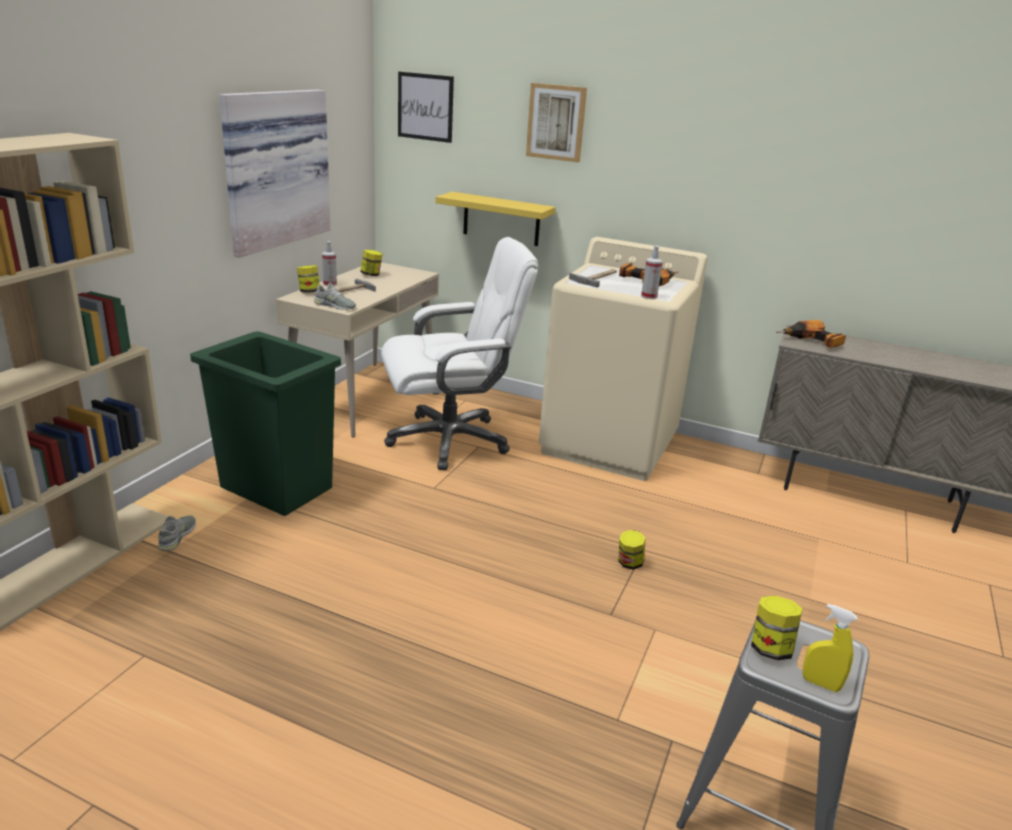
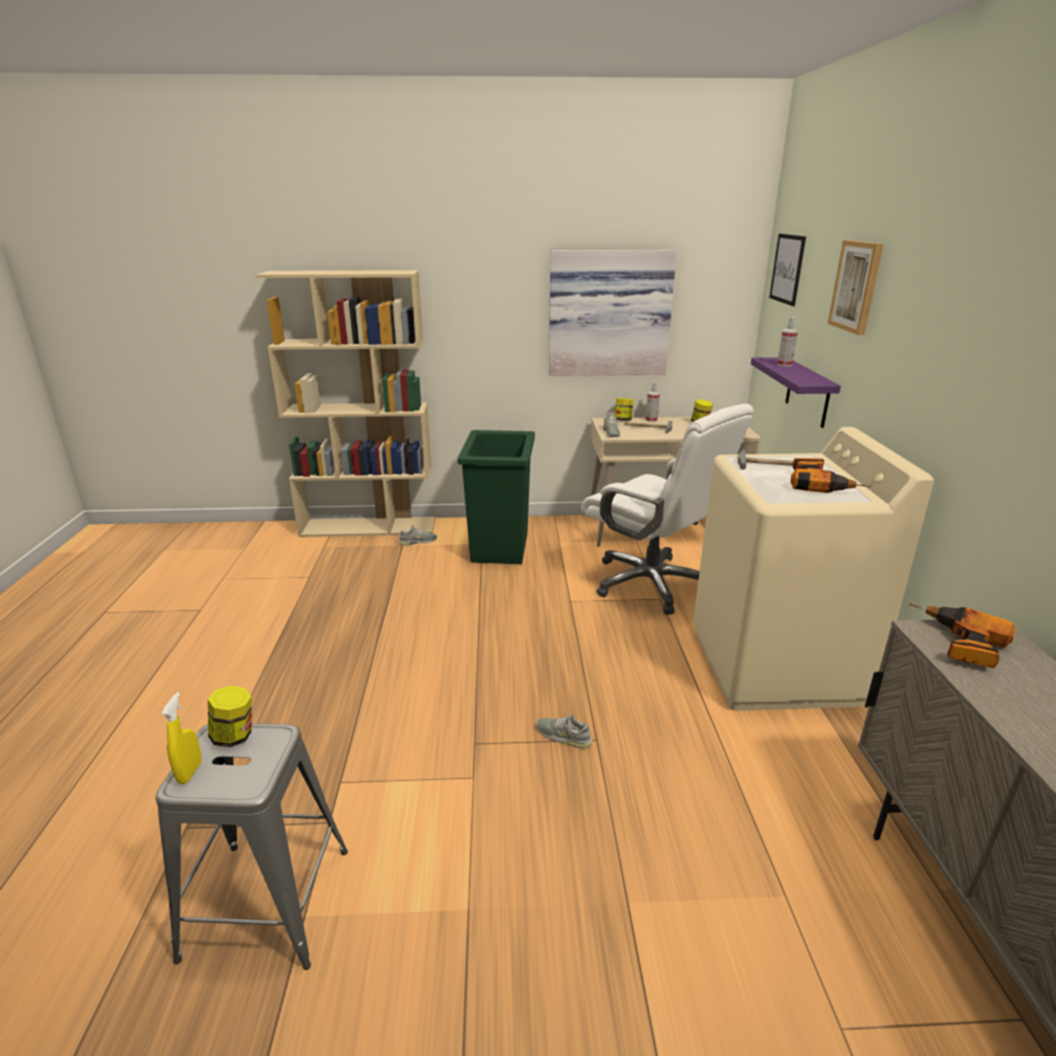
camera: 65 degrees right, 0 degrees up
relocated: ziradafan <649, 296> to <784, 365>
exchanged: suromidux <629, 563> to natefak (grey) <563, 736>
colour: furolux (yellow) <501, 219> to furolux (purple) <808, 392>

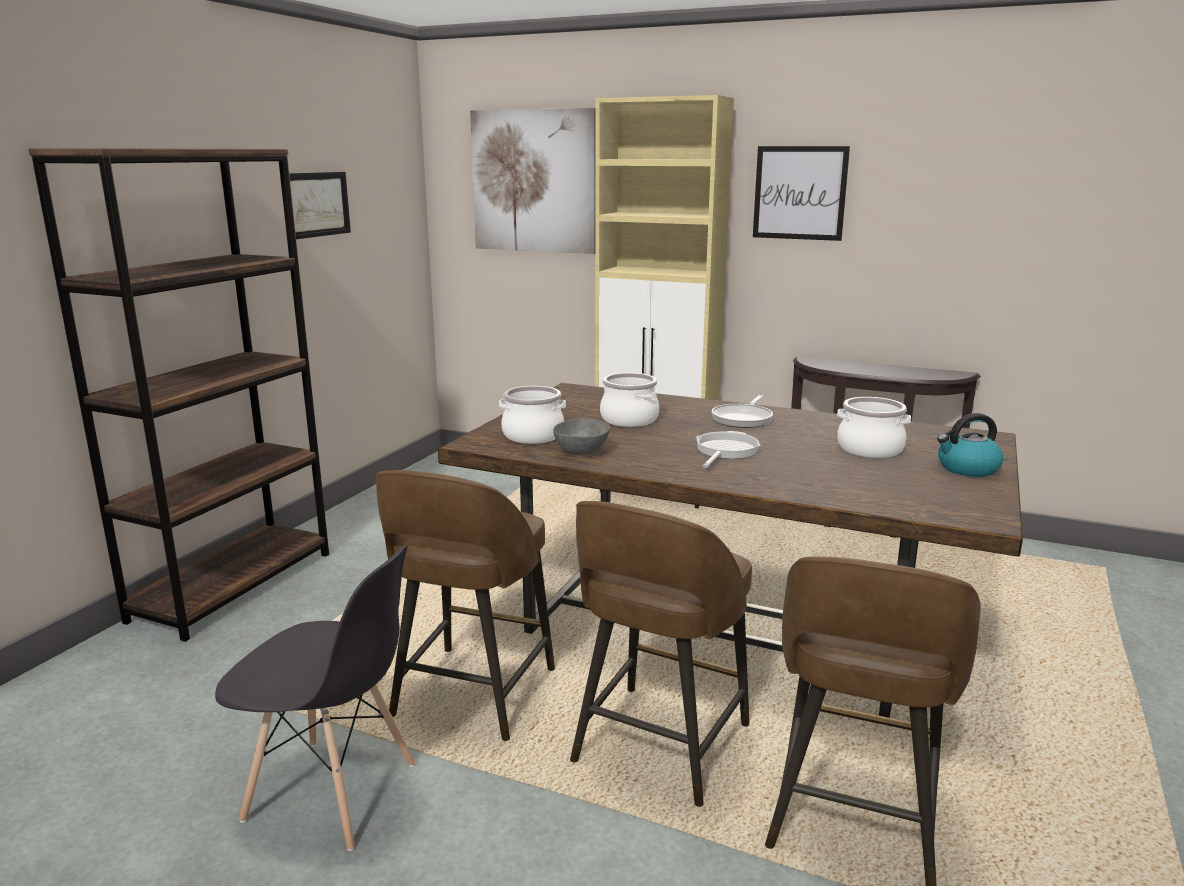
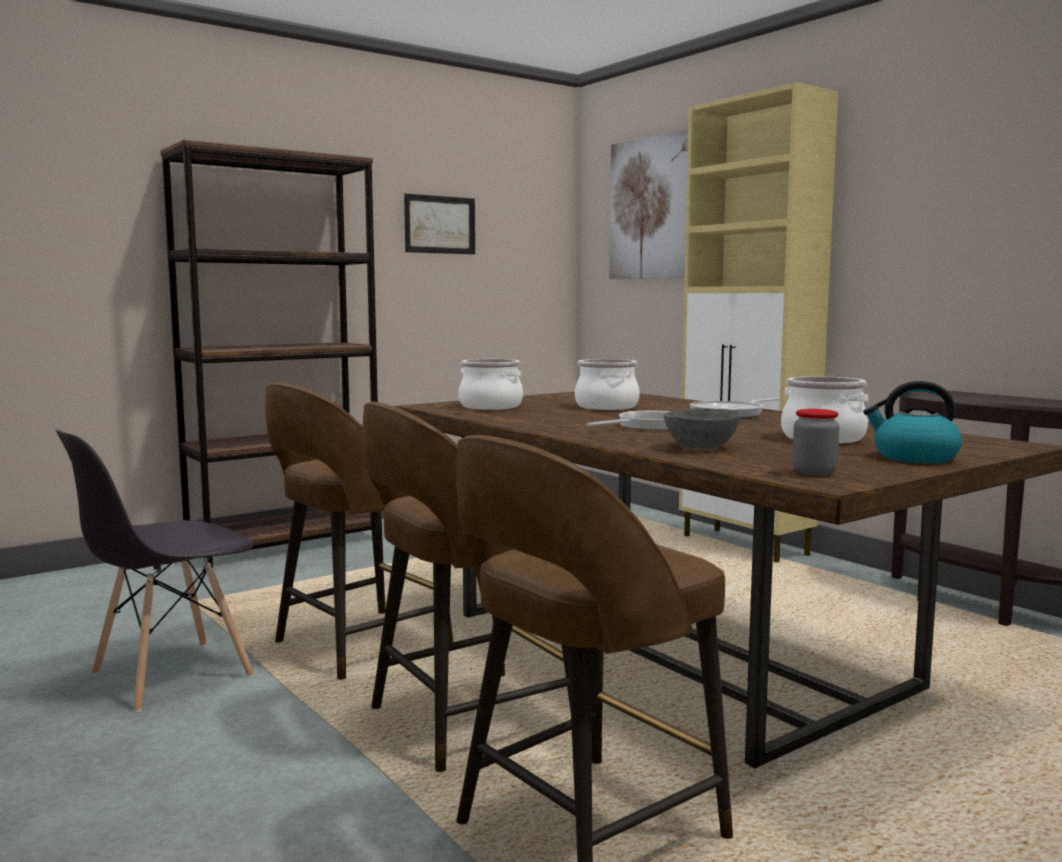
camera: 30 degrees right, 10 degrees down
missing: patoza <800, 193>
appeared: suromidux <814, 472>
relocated: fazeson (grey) <582, 452> to <703, 447>
spun: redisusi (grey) <333, 793> = <170, 676> 90 degrees clockwise

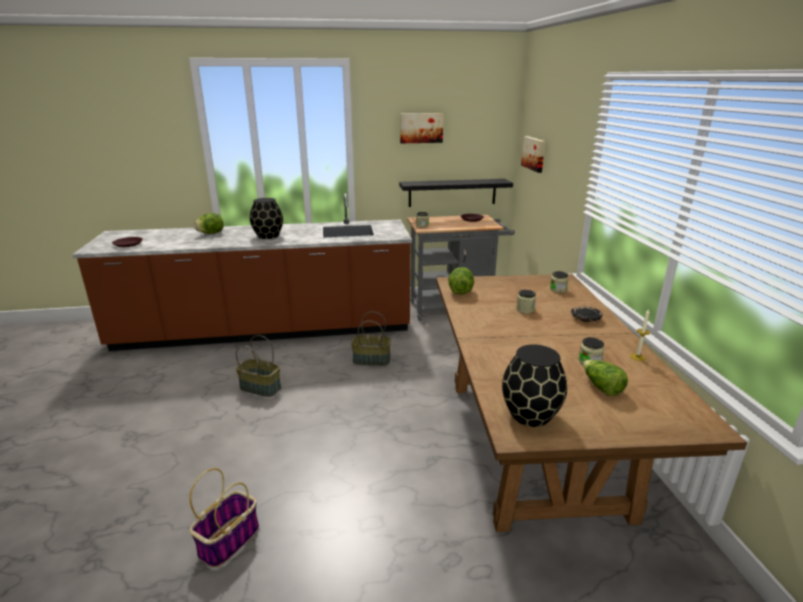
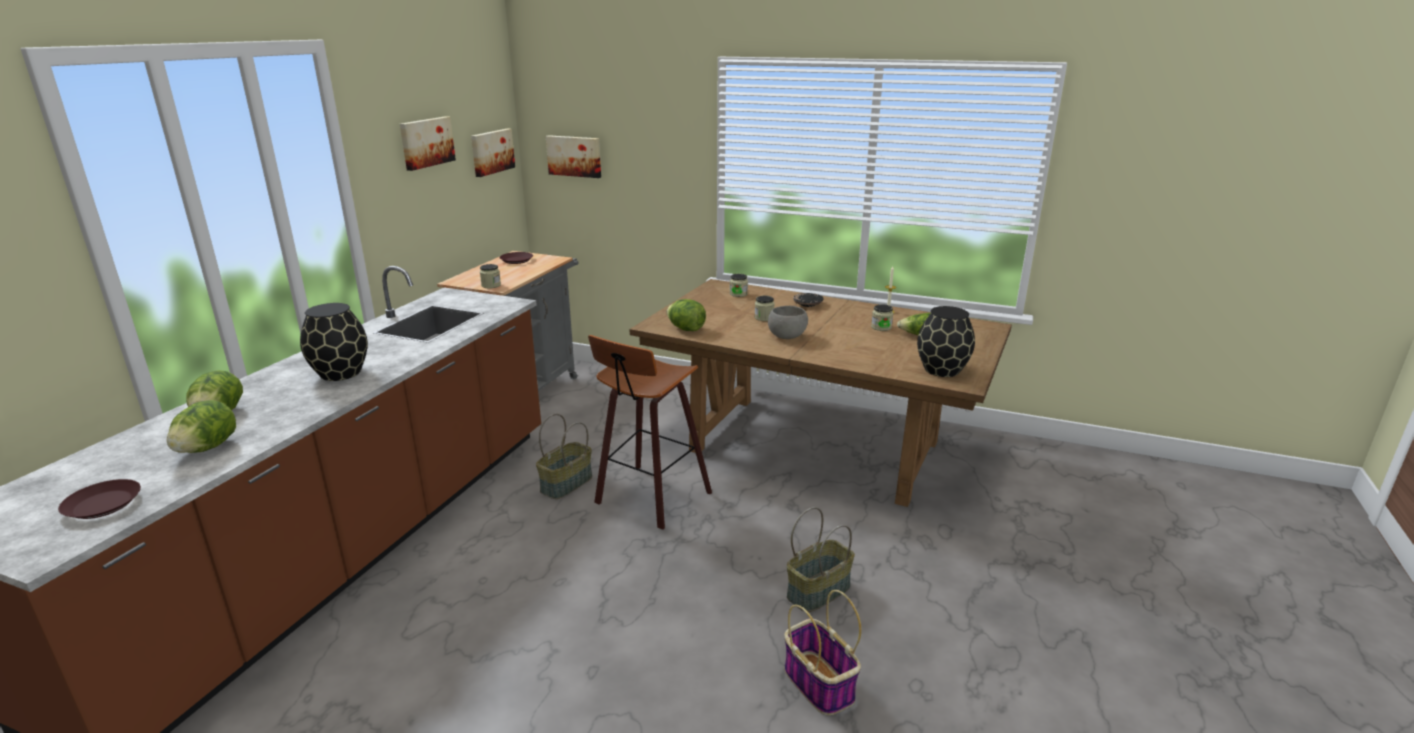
camera: 60 degrees left, 0 degrees up
missing: furolux (black) <452, 192>
appeared: patoza <491, 152>; fazeson (grey) <786, 336>; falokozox <649, 498>; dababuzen <207, 448>
relocated: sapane <261, 388> to <818, 590>

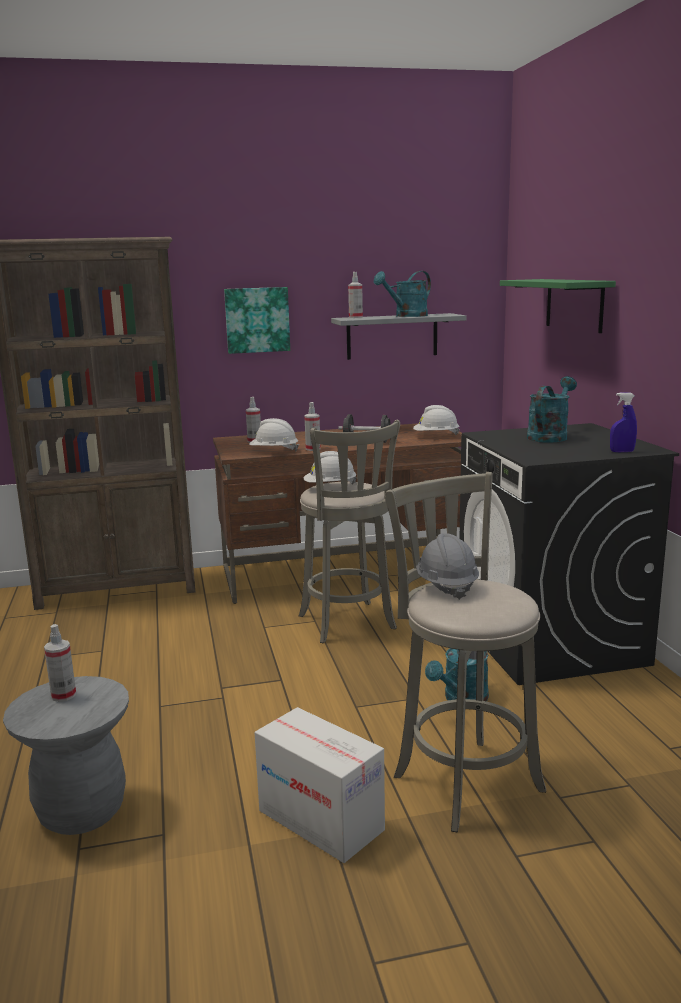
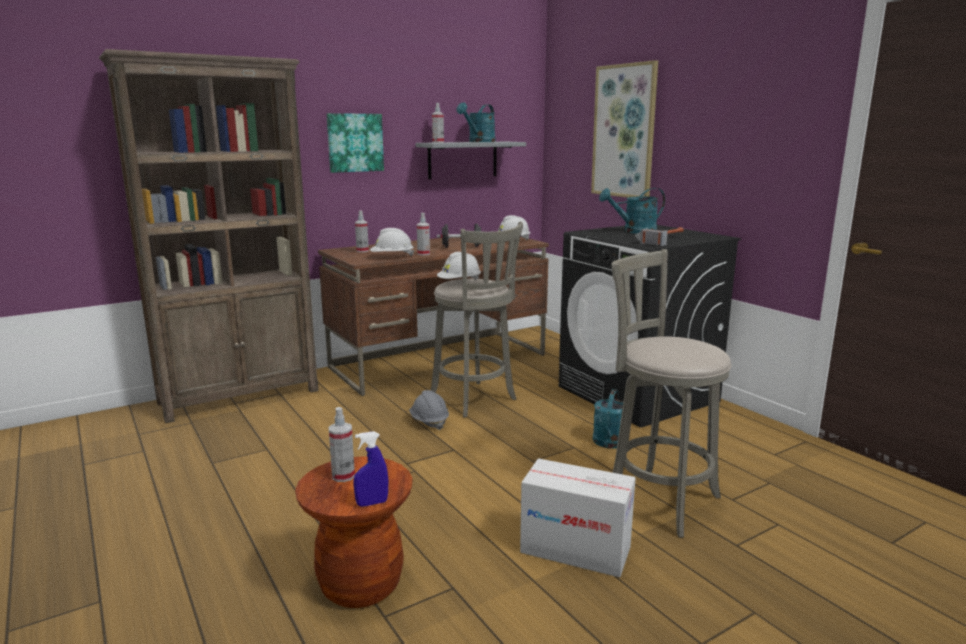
camera: 20 degrees left, 0 degrees up
appeared: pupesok <662, 240>
relocated: ziradafan (blue) <622, 451> to <372, 503>; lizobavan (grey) <446, 586> to <429, 422>
exchanged: furolux (green) <574, 304> to patoza <624, 131>
colour: falokozox (grey) <81, 811> to falokozox (brown) <361, 585>
spun: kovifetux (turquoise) <549, 436> = <634, 231> 120 degrees counterclockwise

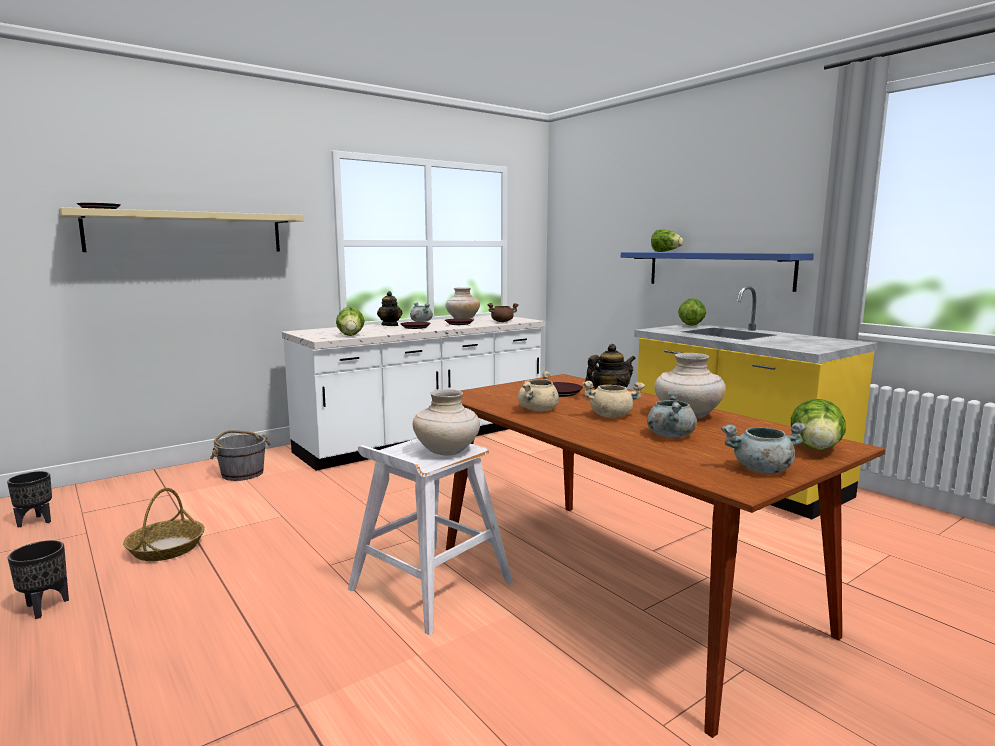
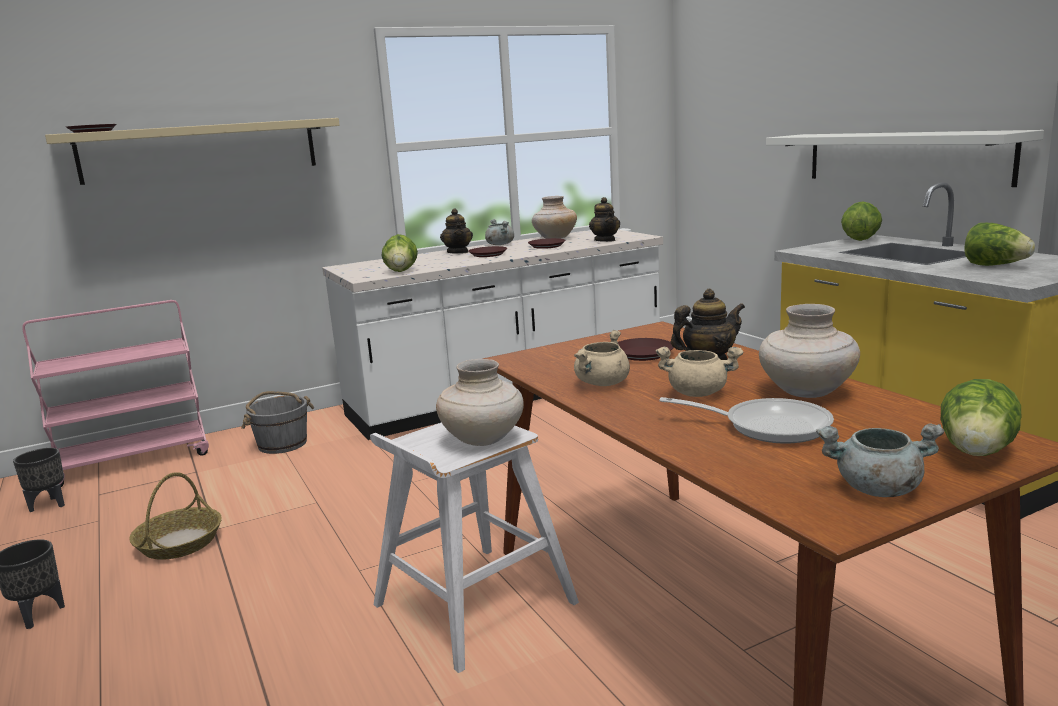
camera: 10 degrees right, 5 degrees up
appeared: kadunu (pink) <135, 460>
relocated: dababuzen <665, 252> to <995, 265>
exchanged: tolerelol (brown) <502, 321> to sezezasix <605, 240>; tolerelol (grey) <670, 435> to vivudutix <767, 426>
colour: furolux (blue) <717, 270> to furolux (white) <903, 157>

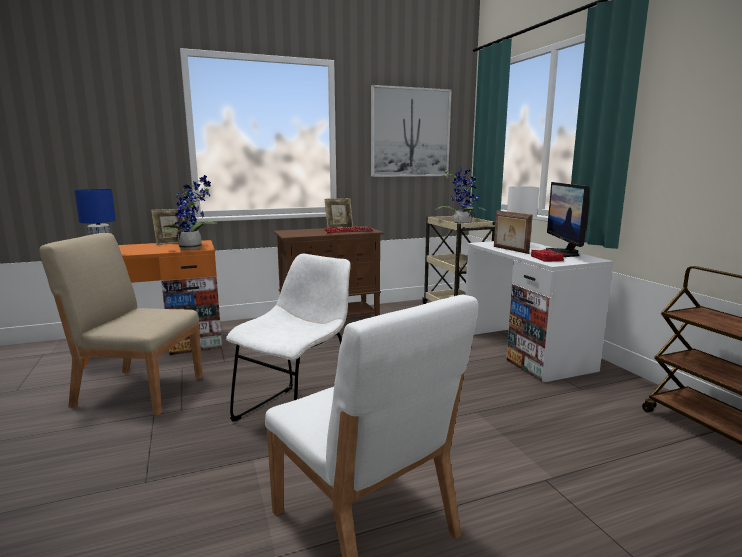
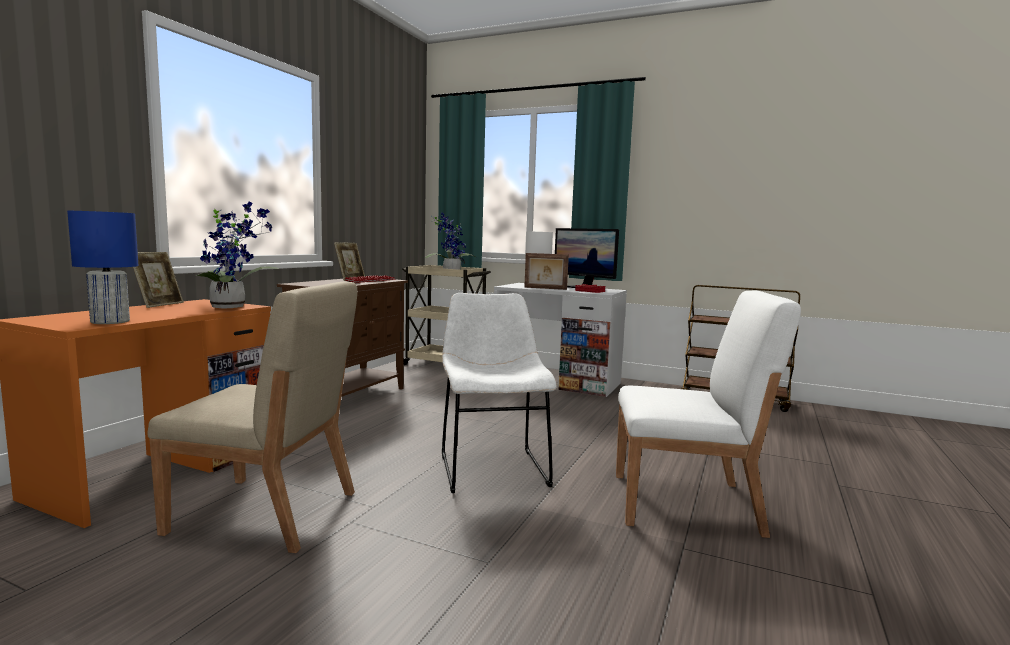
camera: 45 degrees left, 5 degrees down
missing: patoza <410, 133>
spun: redisusi (beige) <138, 390> = <266, 513> 135 degrees counterclockwise

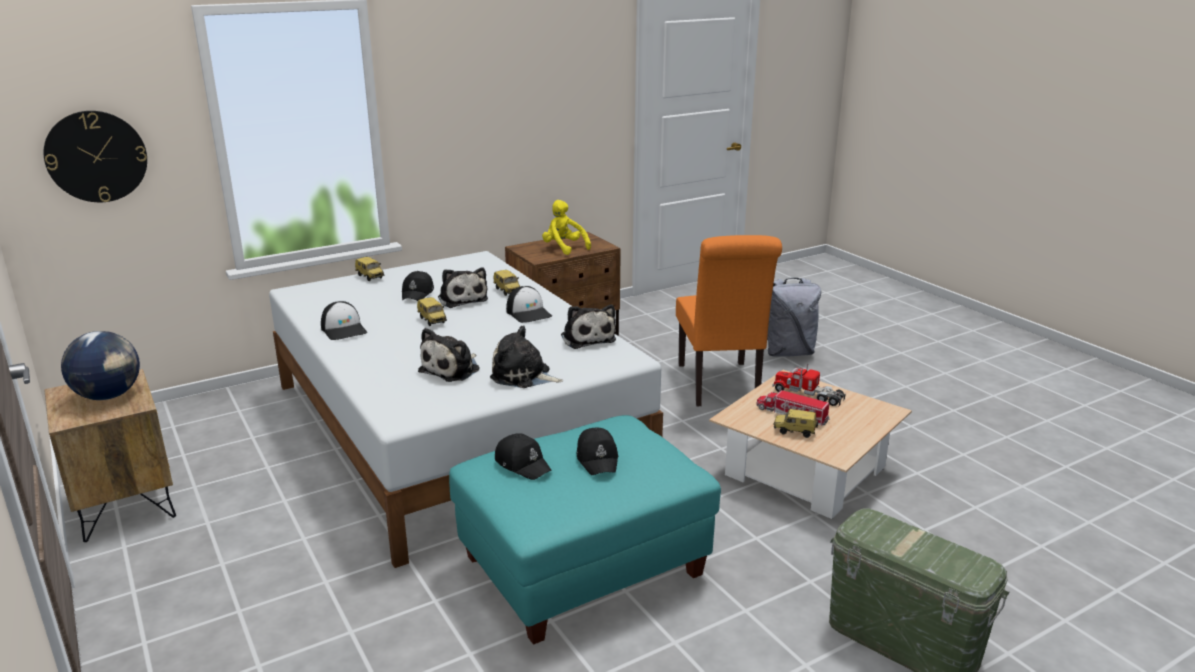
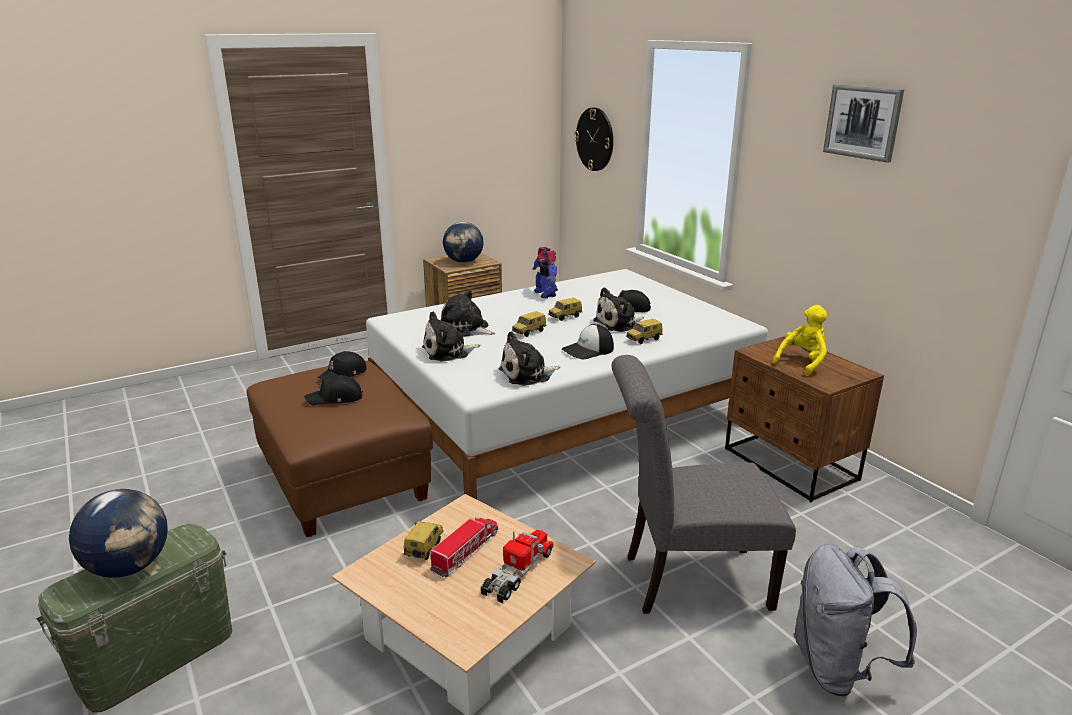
camera: 90 degrees right, 0 degrees up
appeared: patoza <863, 122>; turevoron <129, 567>
relocated: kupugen <371, 277> to <529, 332>
exchanged: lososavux <344, 329> to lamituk <545, 293>
colour: redisusi (orange) <720, 386> to redisusi (grey) <687, 581>; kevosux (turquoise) <583, 567> to kevosux (brown) <344, 480>
spun: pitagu <523, 376> = <448, 352> 135 degrees counterclockwise

